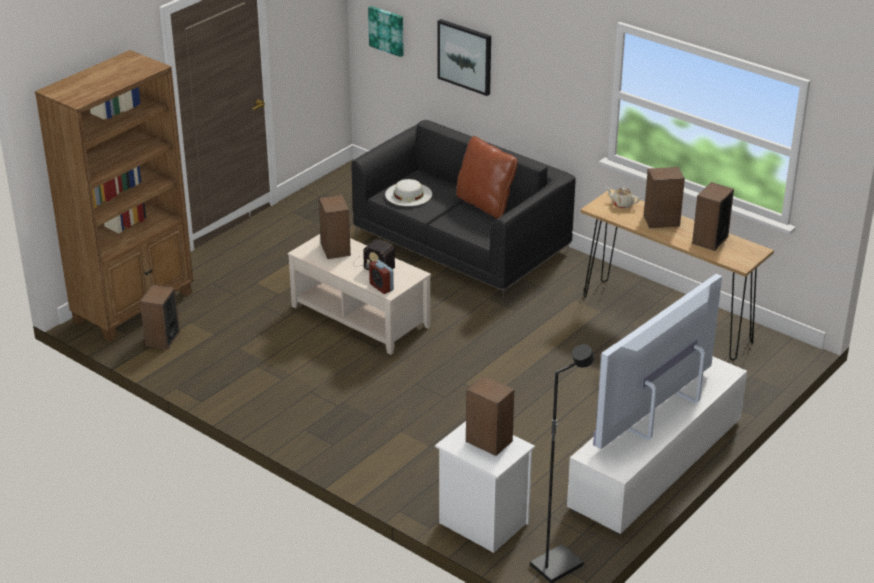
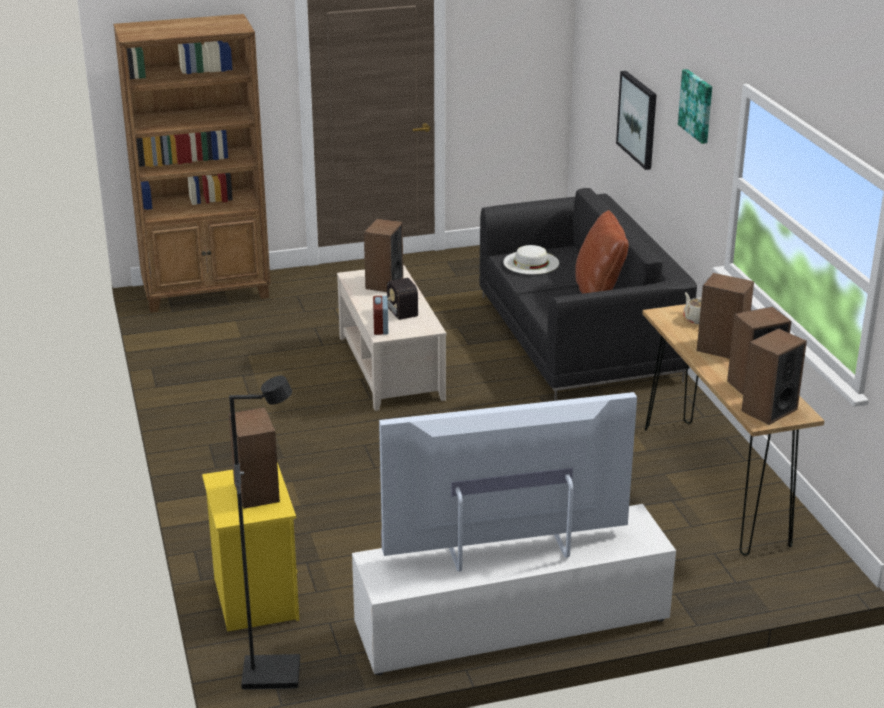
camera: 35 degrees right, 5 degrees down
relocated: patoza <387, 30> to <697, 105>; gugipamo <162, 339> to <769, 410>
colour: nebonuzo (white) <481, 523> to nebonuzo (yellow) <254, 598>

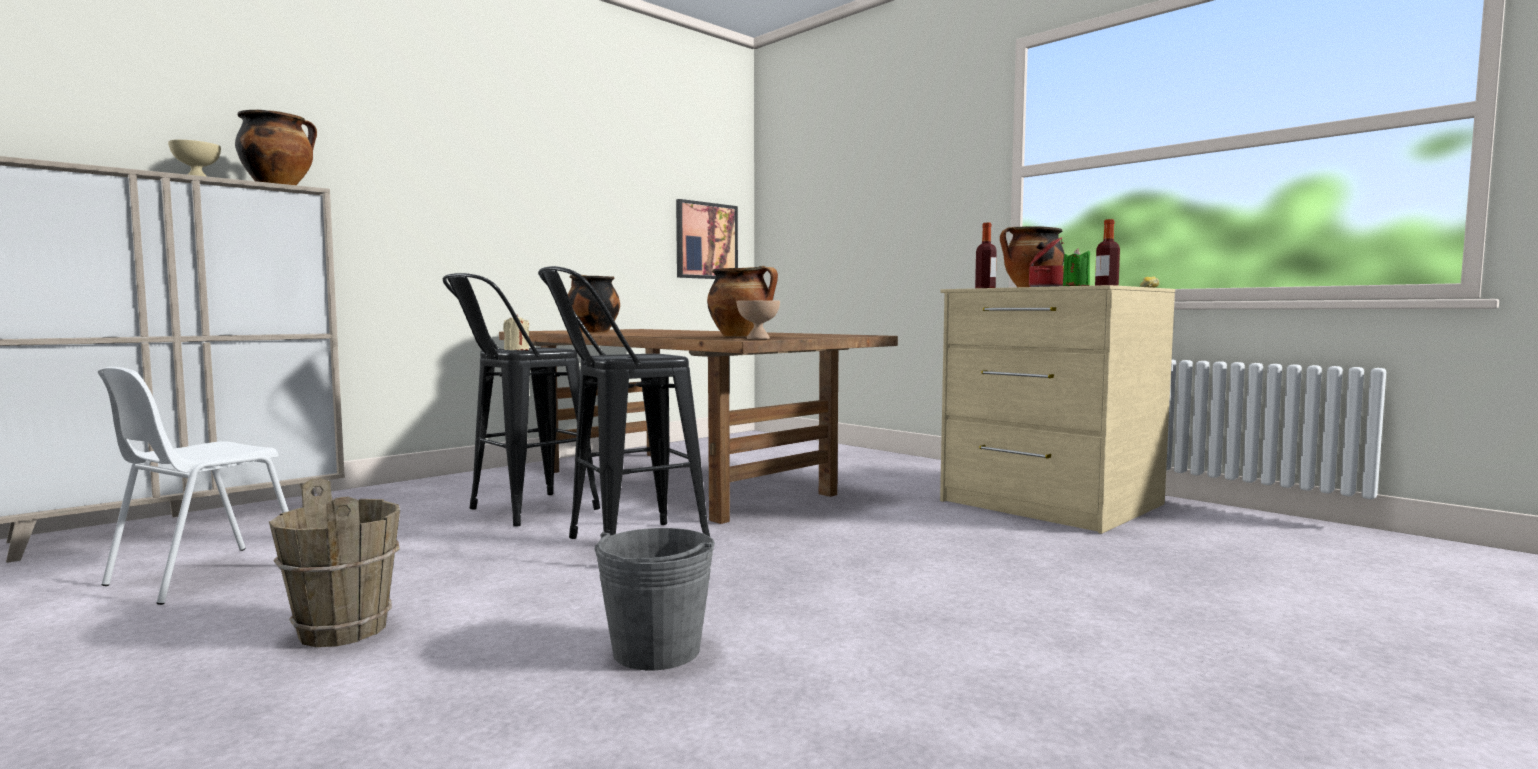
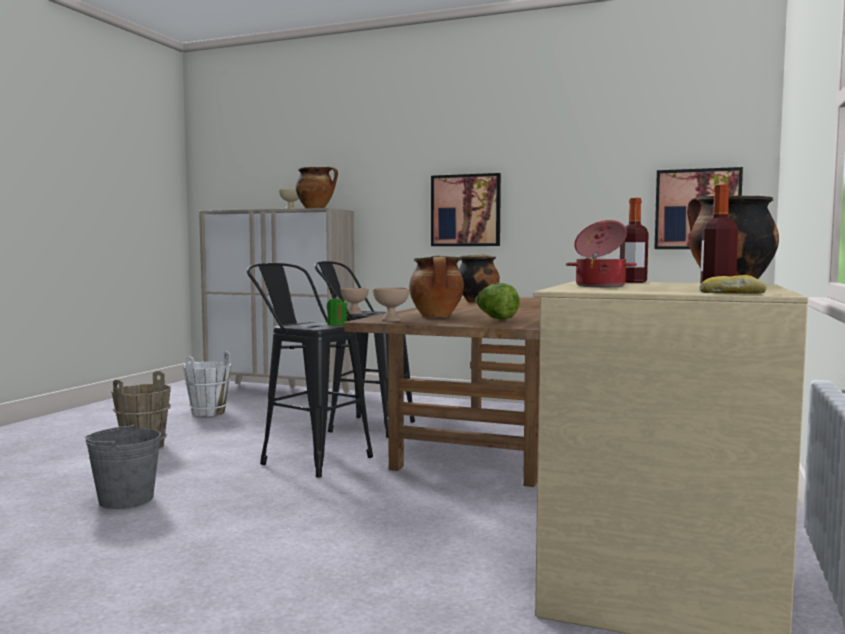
camera: 65 degrees right, 0 degrees up
appeared: patoza <465, 210>; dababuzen <496, 319>
relocated: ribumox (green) <1076, 286> to <337, 325>
exchanged: ribumox (beige) <516, 350> to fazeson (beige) <354, 313>; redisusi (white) <203, 575> to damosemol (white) <208, 412>

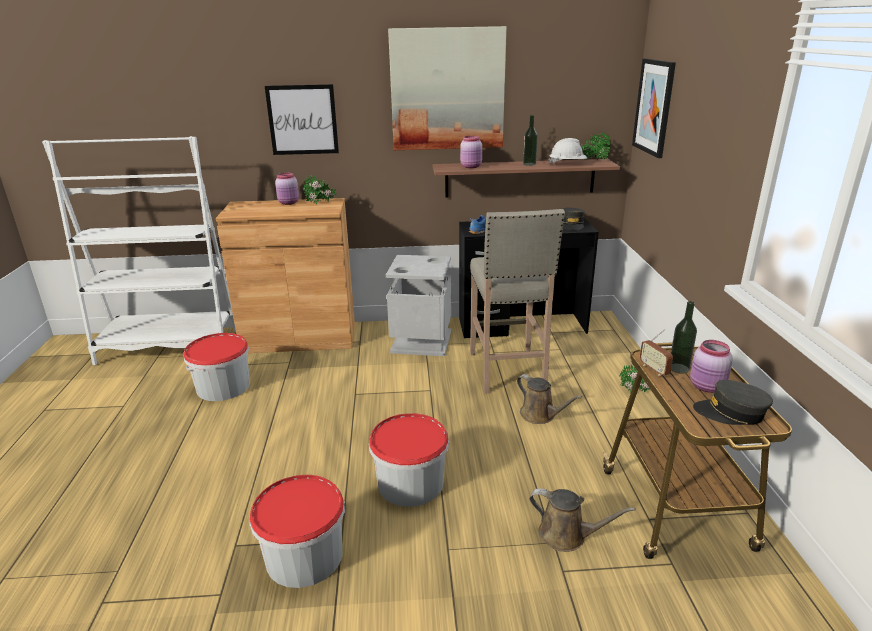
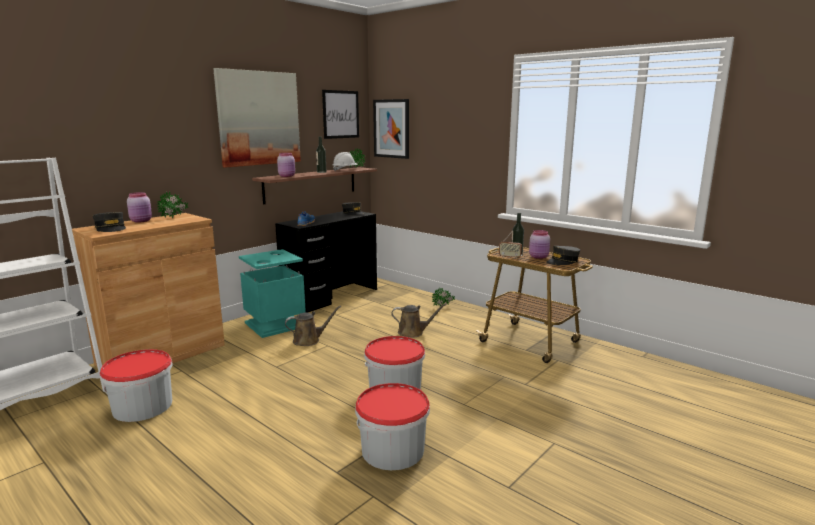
camera: 45 degrees left, 10 degrees down
missing: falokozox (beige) <507, 371>
appeared: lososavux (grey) <111, 228>
relocated: patoza <302, 120> to <340, 114>; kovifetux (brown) <567, 535> to <309, 340>
colour: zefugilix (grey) <422, 341> to zefugilix (turquoise) <275, 324>

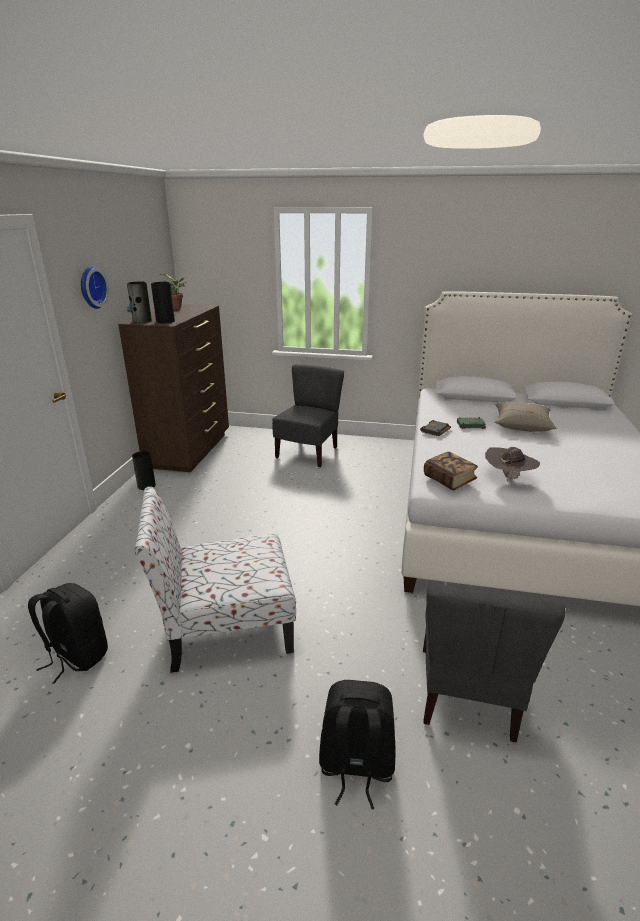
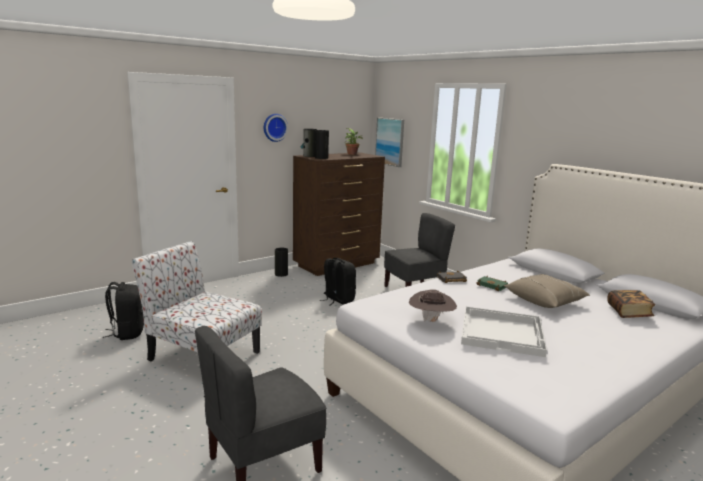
camera: 40 degrees right, 10 degrees down
appeared: patoza <390, 142>; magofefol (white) <502, 332>
relocated: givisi <449, 480> to <628, 313>; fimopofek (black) <355, 766> to <338, 300>

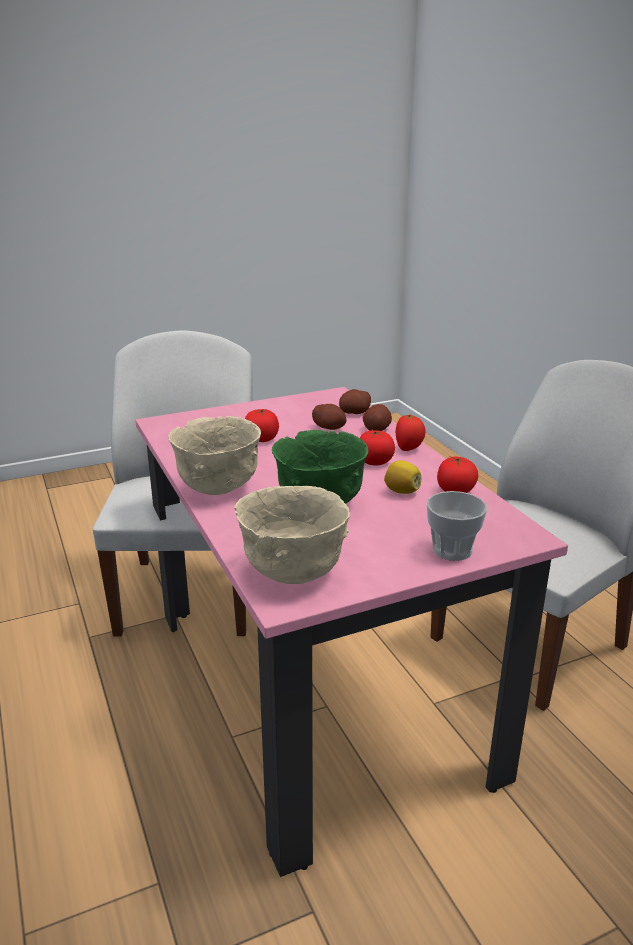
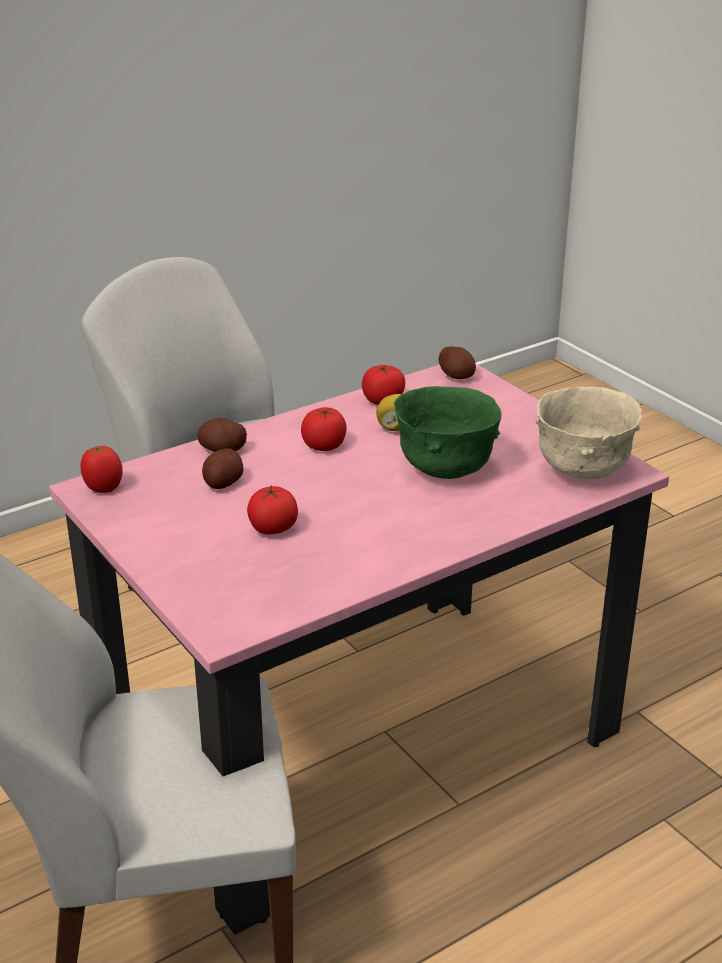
camera: 100 degrees left, 5 degrees up
missing: fazeson (beige) <218, 488>; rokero <452, 550>
relocated: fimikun <354, 413> to <457, 376>; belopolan <409, 449> to <103, 488>

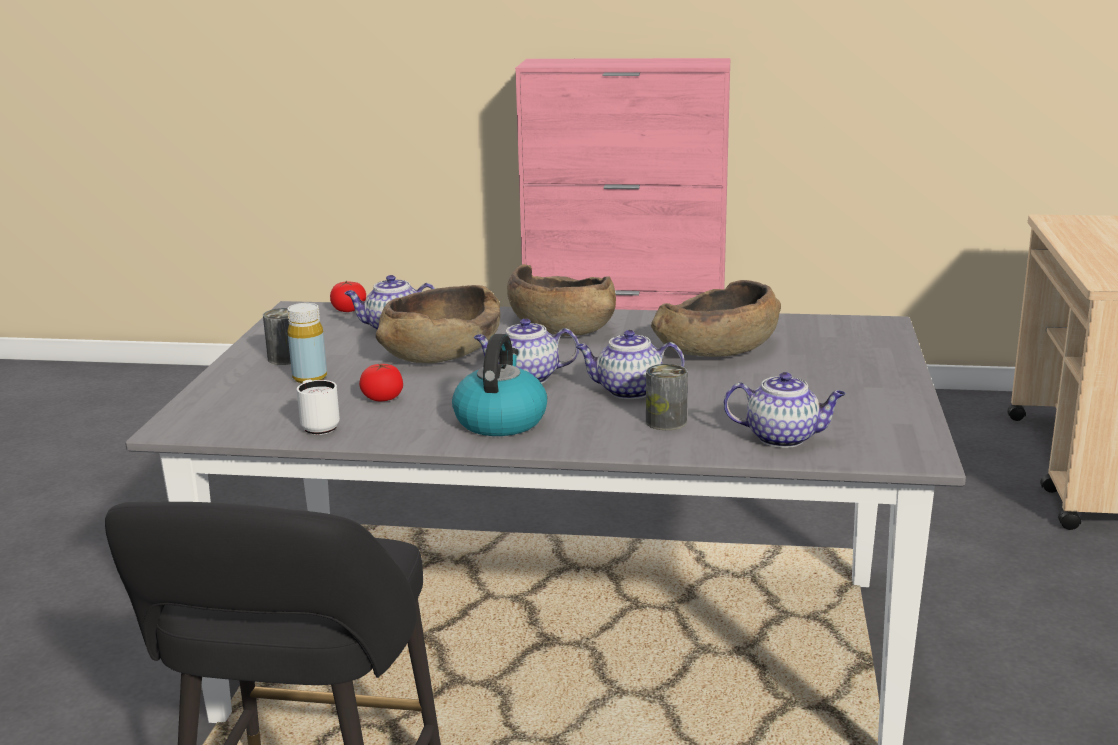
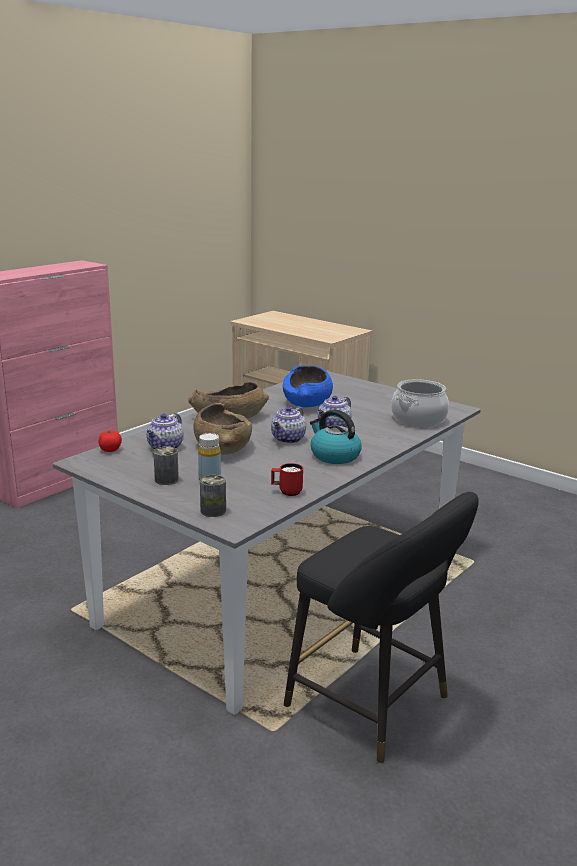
camera: 60 degrees left, 0 degrees up
missing: belopolan <382, 398>
relocated: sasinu <666, 422> to <213, 511>
exchanged: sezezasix <783, 438> to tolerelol <418, 419>
colour: fazeson (brown) <716, 349> to fazeson (blue) <307, 402>; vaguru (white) <318, 426> to vaguru (red) <286, 492>

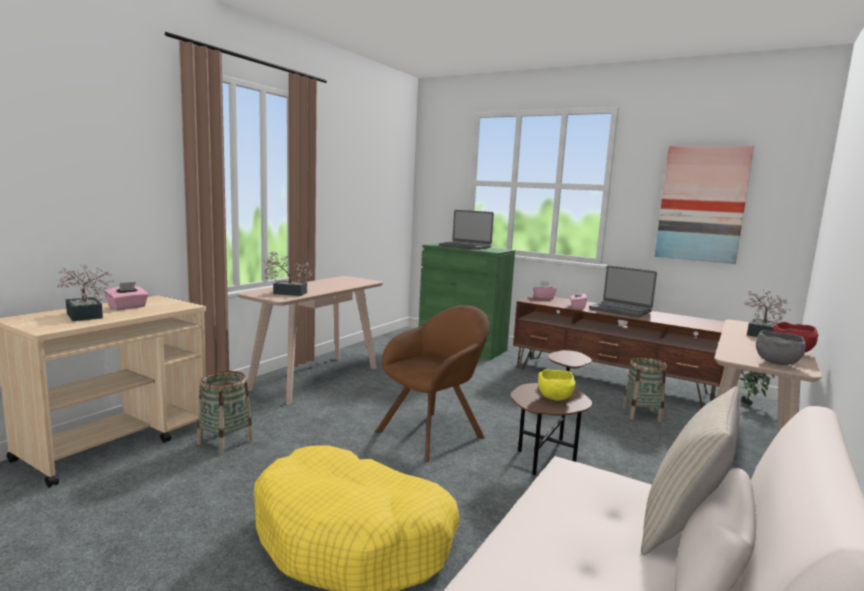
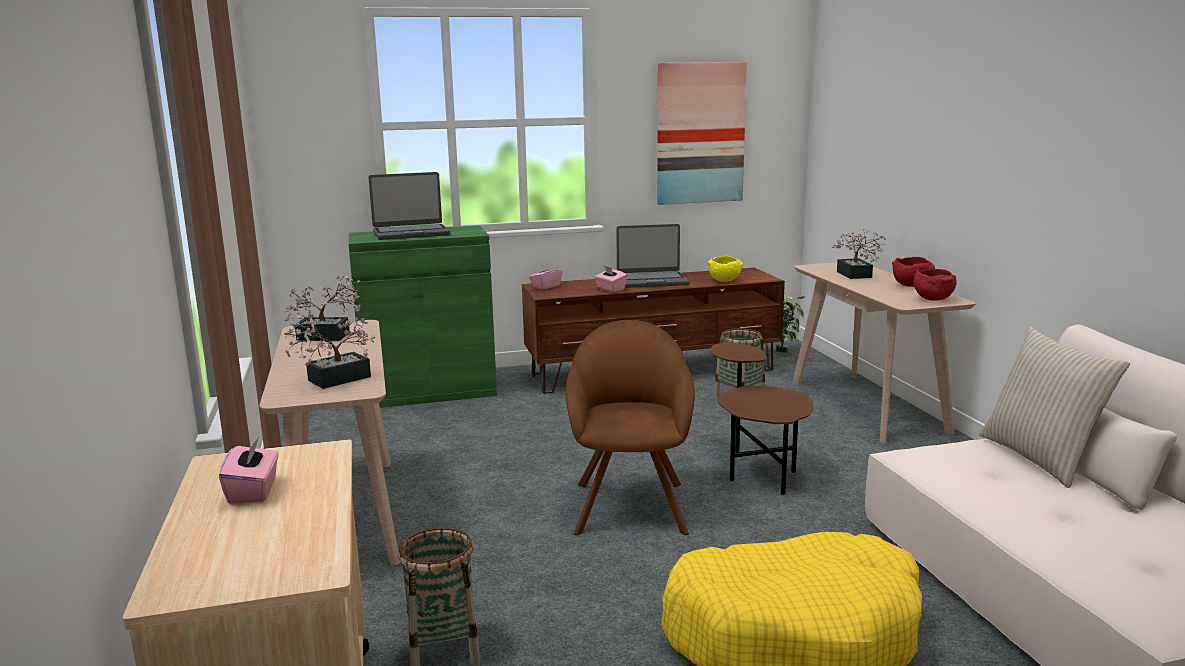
camera: 45 degrees left, 5 degrees up
relocated: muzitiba <84, 317> to <329, 336>; fazeson (yellow) <556, 398> to <724, 281>
colour: fazeson (grey) <776, 363> to fazeson (red) <932, 299>

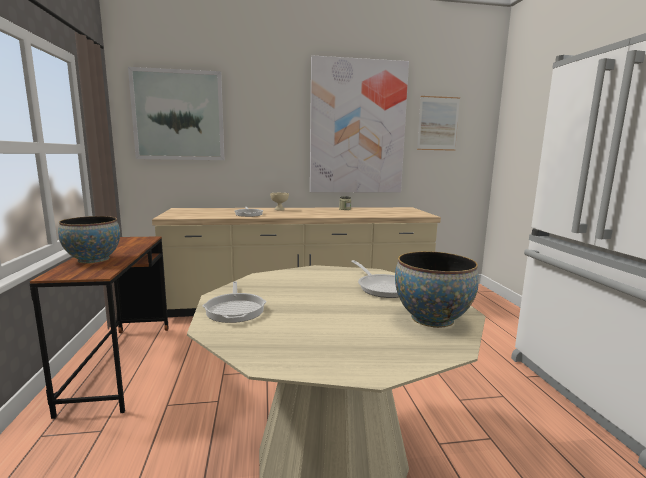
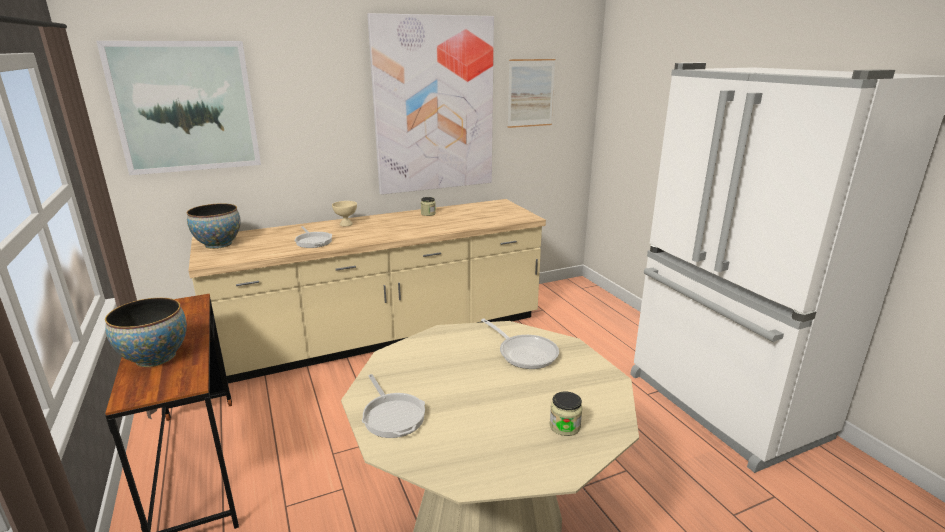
camera: 15 degrees left, 10 degrees up
appeared: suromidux <565, 426>
relocated: fazeson <432, 318> to <218, 244>

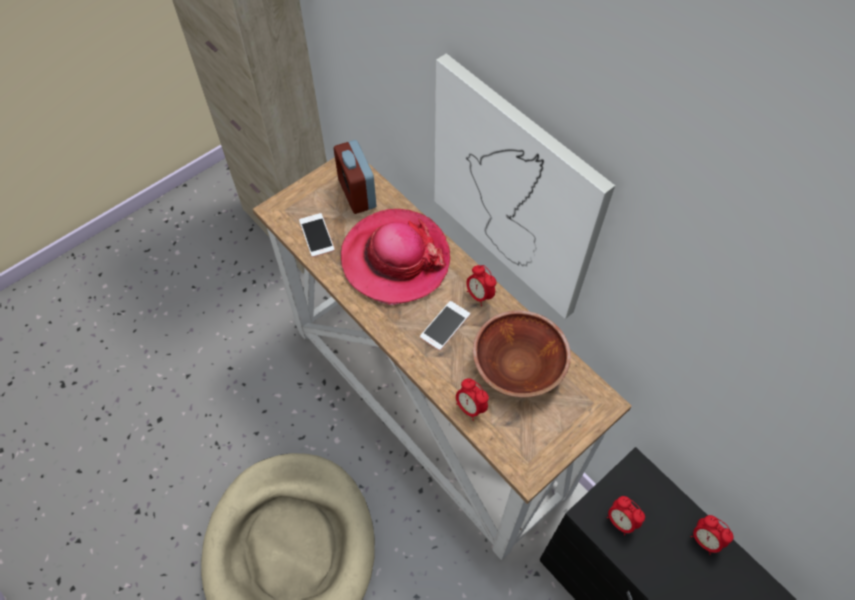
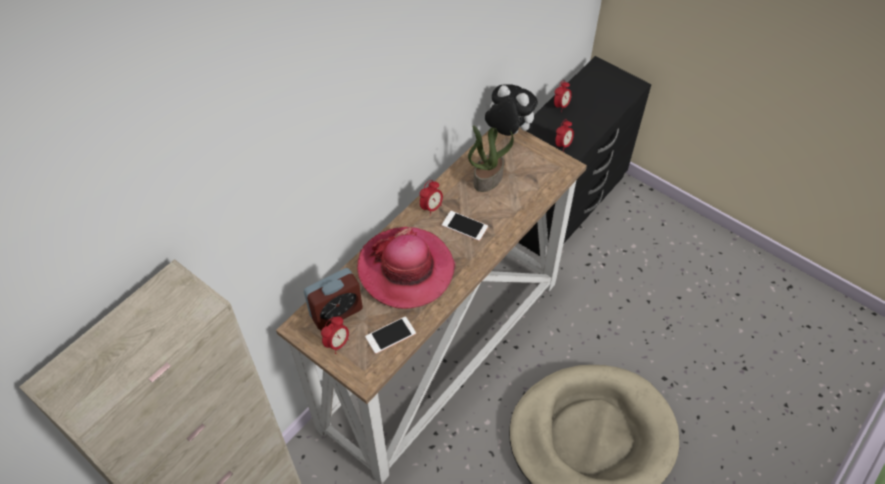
camera: 100 degrees left, 5 degrees down
missing: patoza <514, 191>
appeared: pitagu <507, 132>
relocated: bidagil <470, 407> to <337, 343>
exchanged: fazeson (brown) <519, 365> to muzitiba <488, 178>

